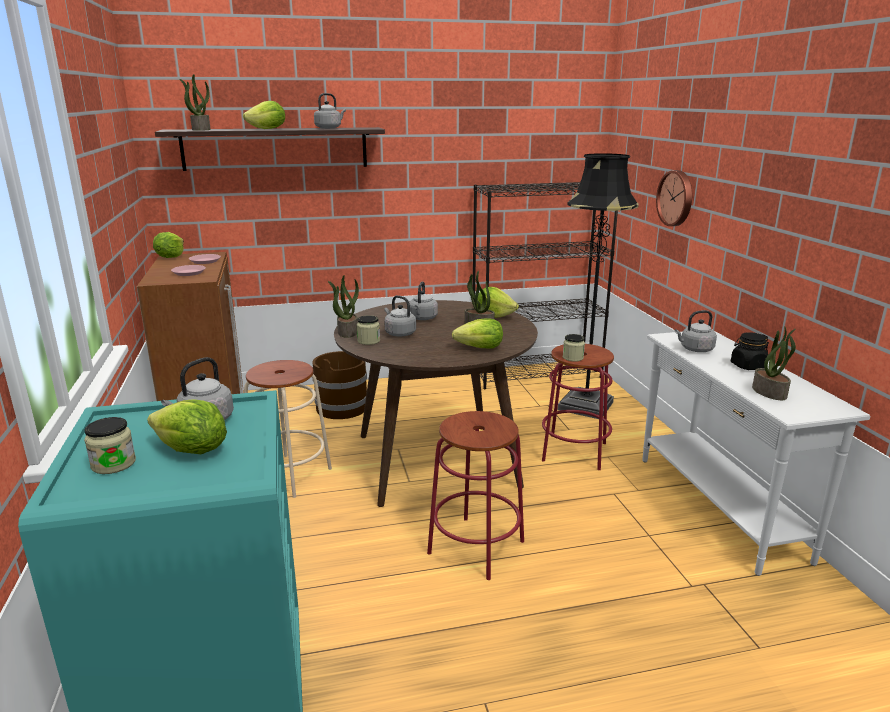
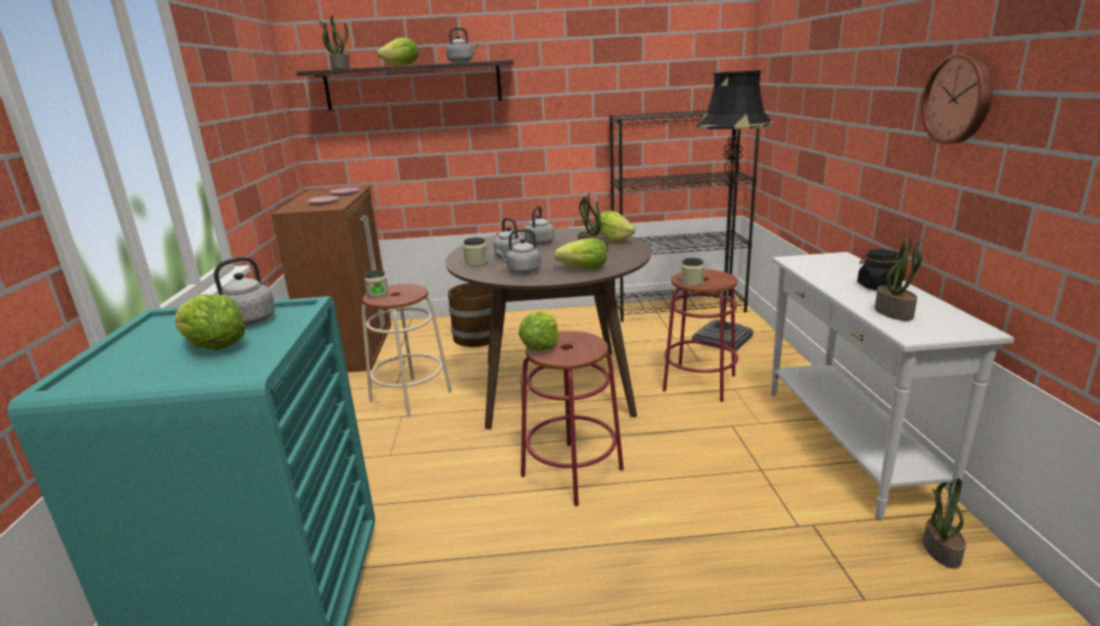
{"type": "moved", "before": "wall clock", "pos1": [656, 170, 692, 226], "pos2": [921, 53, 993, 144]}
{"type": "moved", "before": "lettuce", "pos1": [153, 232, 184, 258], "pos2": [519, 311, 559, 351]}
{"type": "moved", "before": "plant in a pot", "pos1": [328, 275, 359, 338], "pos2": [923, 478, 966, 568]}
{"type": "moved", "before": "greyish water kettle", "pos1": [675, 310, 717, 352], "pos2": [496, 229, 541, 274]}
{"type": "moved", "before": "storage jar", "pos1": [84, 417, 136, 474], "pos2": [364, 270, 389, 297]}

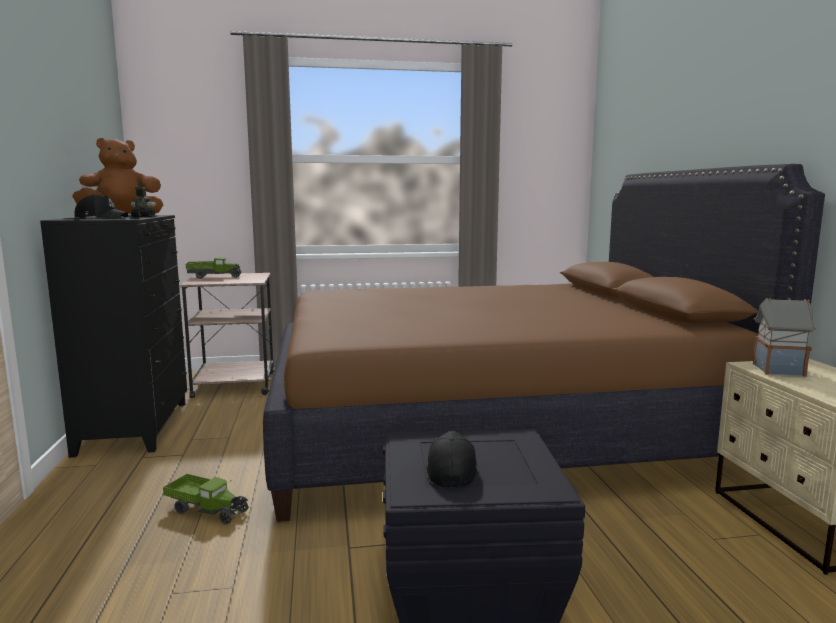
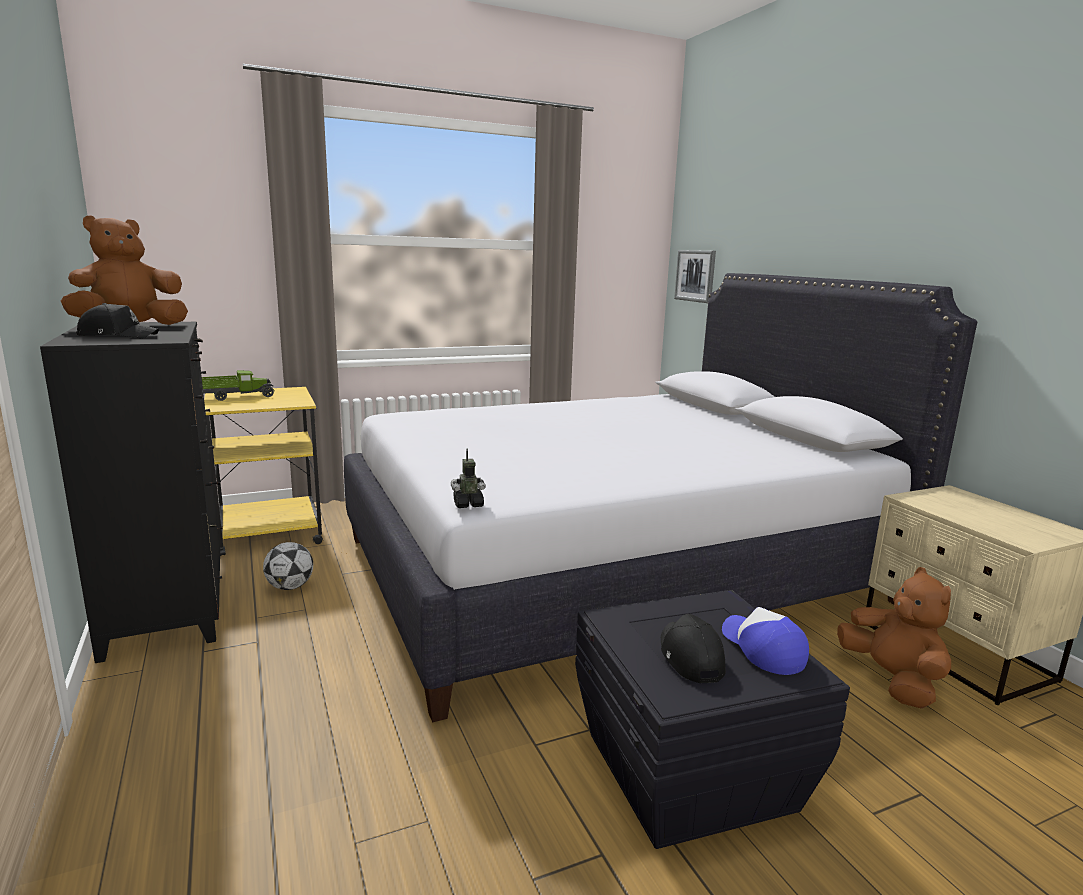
{"type": "recoloured", "before": "brownish bed", "after": "white bed", "pos1": [263, 164, 825, 522], "pos2": [344, 273, 977, 722]}
{"type": "moved", "before": "model robot", "pos1": [131, 179, 156, 217], "pos2": [451, 448, 486, 508]}
{"type": "recoloured", "before": "brownish wheeled cart", "after": "yellow-coloured wheeled cart", "pos1": [180, 273, 274, 398], "pos2": [204, 387, 323, 556]}
{"type": "removed", "before": "miniature house", "pos1": [753, 298, 816, 377]}
{"type": "removed", "before": "model truck", "pos1": [163, 474, 249, 525]}
{"type": "added", "after": "wall art", "pos2": [674, 250, 716, 303]}
{"type": "added", "after": "football ball", "pos2": [263, 542, 313, 590]}
{"type": "added", "after": "brownish plush toy", "pos2": [837, 567, 951, 709]}
{"type": "added", "after": "baseball cap", "pos2": [722, 607, 809, 675]}

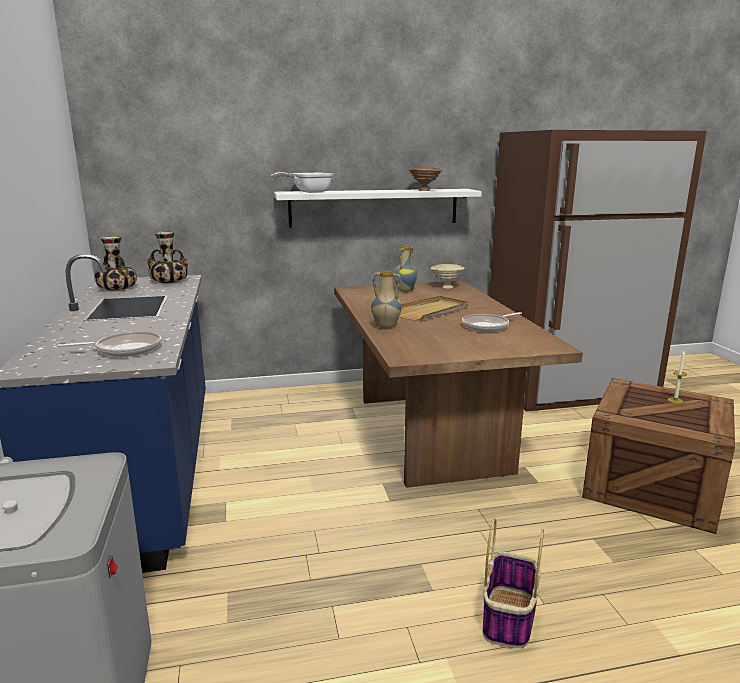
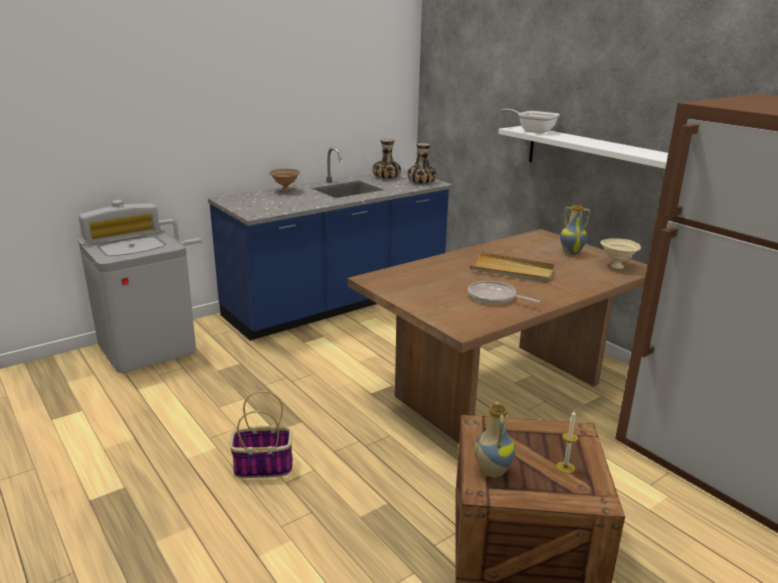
{"type": "moved", "before": "brownish serving bowl", "pos1": [408, 167, 443, 191], "pos2": [269, 169, 300, 192]}
{"type": "moved", "before": "flower vase", "pos1": [371, 271, 402, 328], "pos2": [474, 401, 516, 477]}
{"type": "removed", "before": "pan", "pos1": [58, 331, 161, 357]}

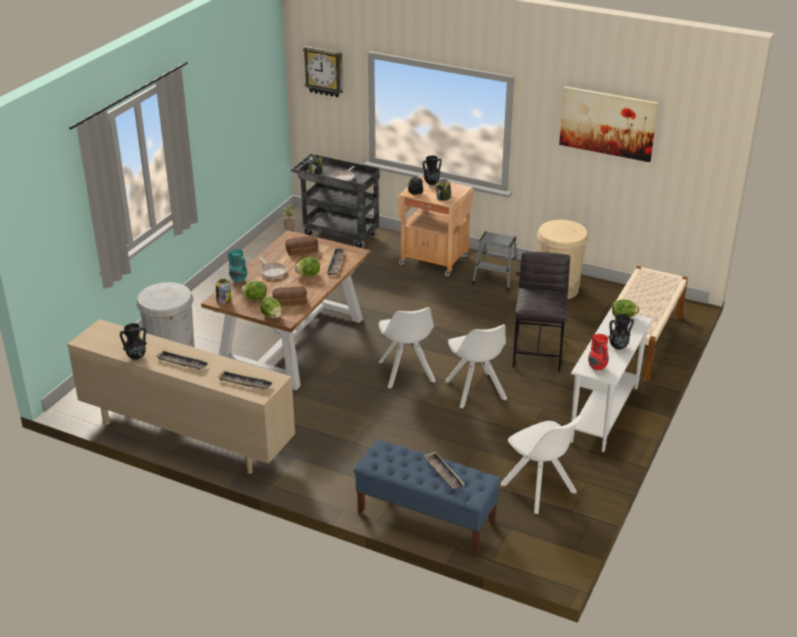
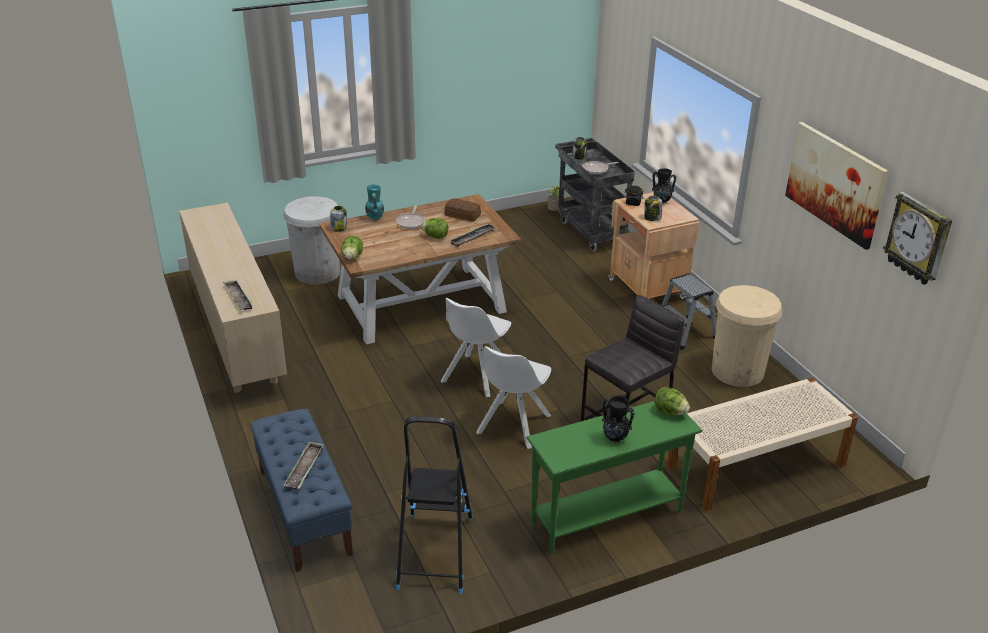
{"type": "moved", "before": "wall clock", "pos1": [303, 46, 343, 98], "pos2": [883, 192, 952, 285]}
{"type": "removed", "before": "lettuce", "pos1": [240, 281, 267, 300]}
{"type": "removed", "before": "bakery bread", "pos1": [272, 286, 307, 307]}
{"type": "recoloured", "before": "white console table", "after": "green console table", "pos1": [570, 309, 653, 452], "pos2": [527, 401, 702, 554]}
{"type": "removed", "before": "black flower vase", "pos1": [120, 323, 147, 360]}
{"type": "removed", "before": "red flower vase", "pos1": [588, 334, 609, 371]}
{"type": "removed", "before": "tray", "pos1": [156, 350, 209, 369]}
{"type": "replaced", "before": "white plain chair", "after": "black step stool", "pos1": [501, 415, 582, 514], "pos2": [396, 416, 473, 594]}

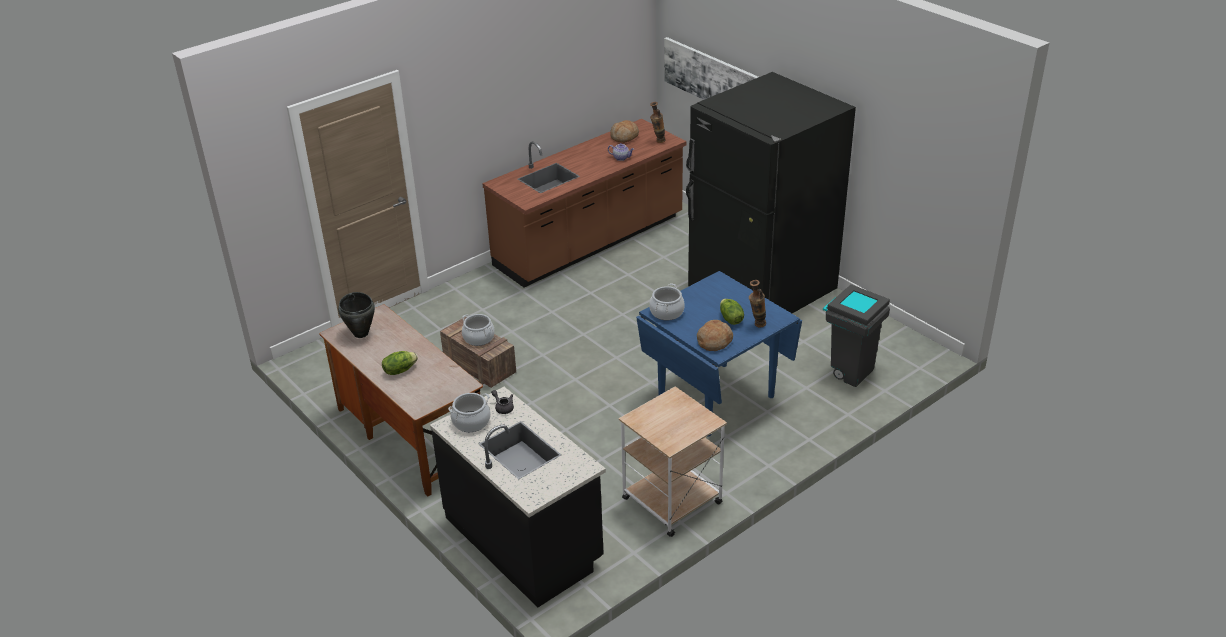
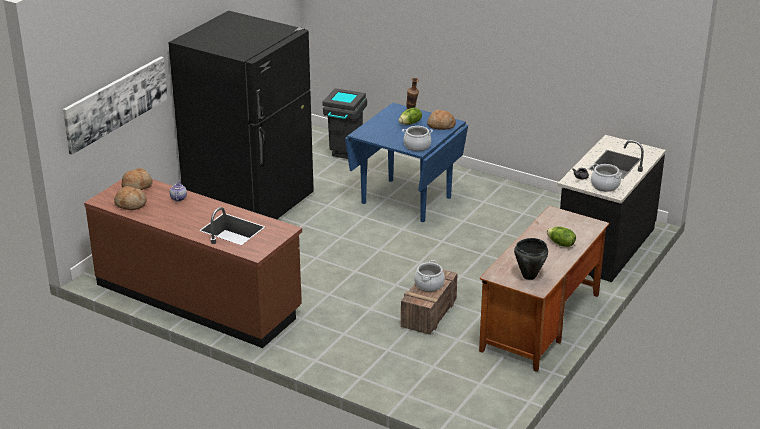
{"type": "replaced", "before": "flower vase", "after": "bakery bread", "pos1": [650, 102, 666, 143], "pos2": [122, 168, 153, 190]}
{"type": "removed", "before": "beige-coloured wheeled cart", "pos1": [619, 386, 727, 537]}

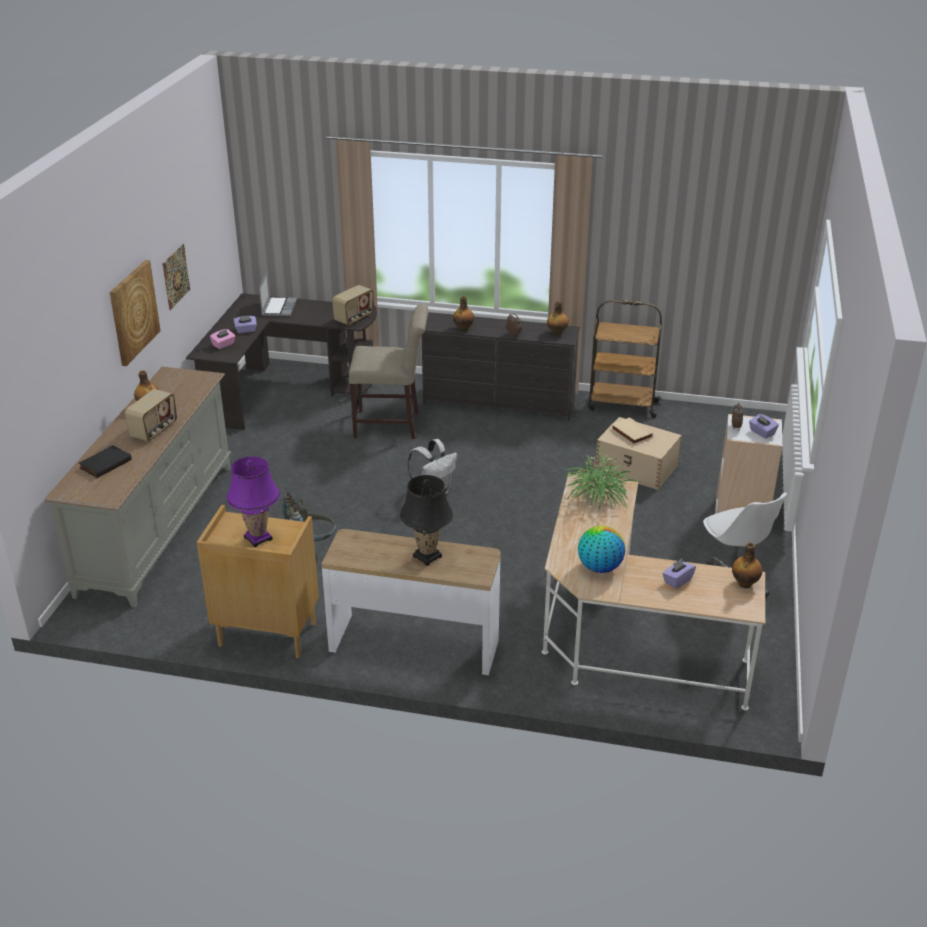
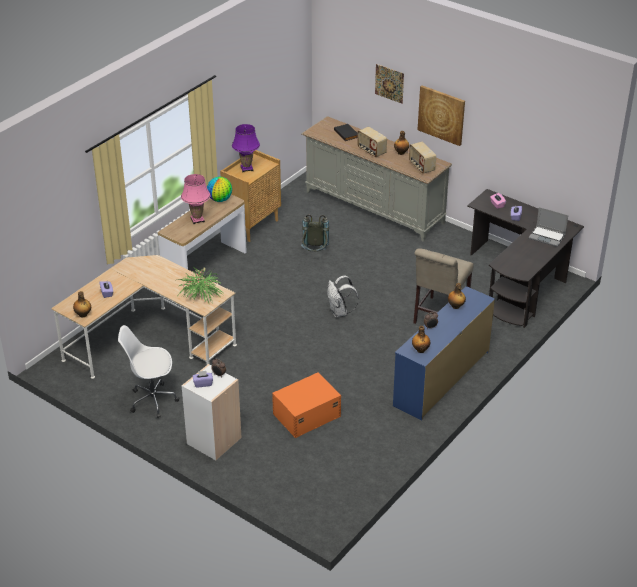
{"type": "moved", "before": "wall art", "pos1": [162, 244, 190, 310], "pos2": [375, 64, 404, 103]}
{"type": "moved", "before": "radio set", "pos1": [332, 285, 374, 325], "pos2": [409, 142, 436, 173]}
{"type": "removed", "before": "brownish wheeled cart", "pos1": [588, 300, 662, 418]}
{"type": "recoloured", "before": "black dresser", "after": "blue-coloured dresser", "pos1": [422, 312, 580, 421], "pos2": [393, 286, 495, 420]}
{"type": "recoloured", "before": "beige-coloured storage box", "after": "orange-coloured storage box", "pos1": [595, 417, 682, 490], "pos2": [272, 373, 341, 438]}
{"type": "removed", "before": "beige-coloured book", "pos1": [611, 417, 653, 444]}
{"type": "recoloured", "before": "black table lamp", "after": "pinkish table lamp", "pos1": [400, 475, 453, 566], "pos2": [181, 174, 211, 224]}
{"type": "moved", "before": "desk globe", "pos1": [578, 526, 625, 573], "pos2": [207, 177, 232, 202]}

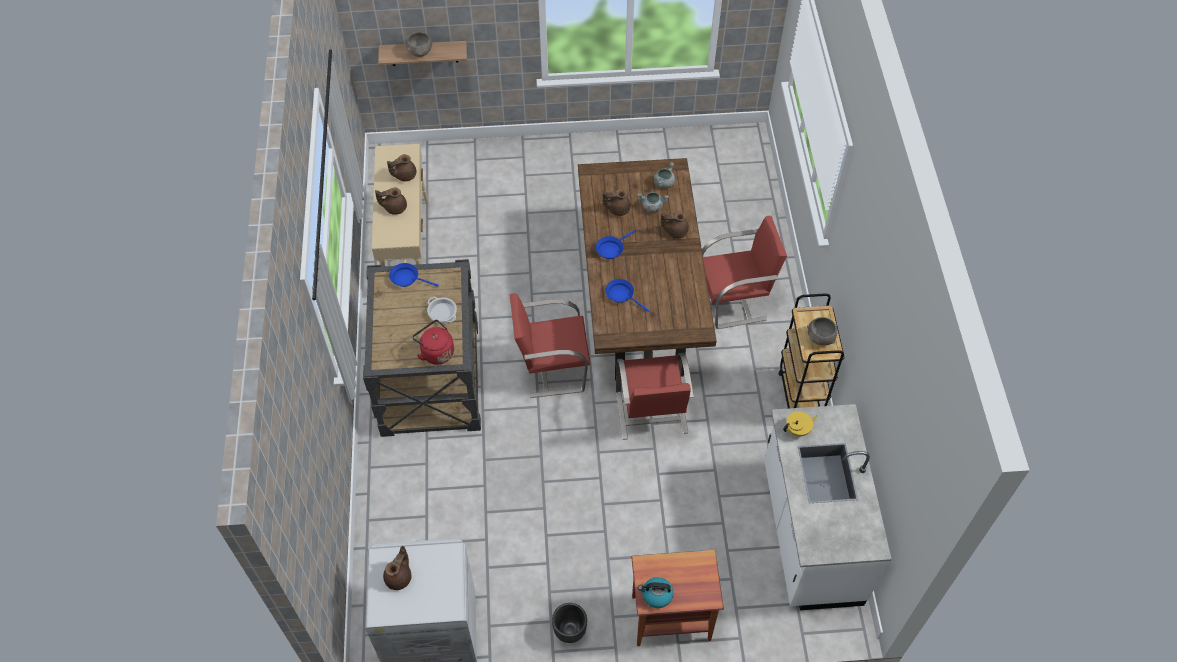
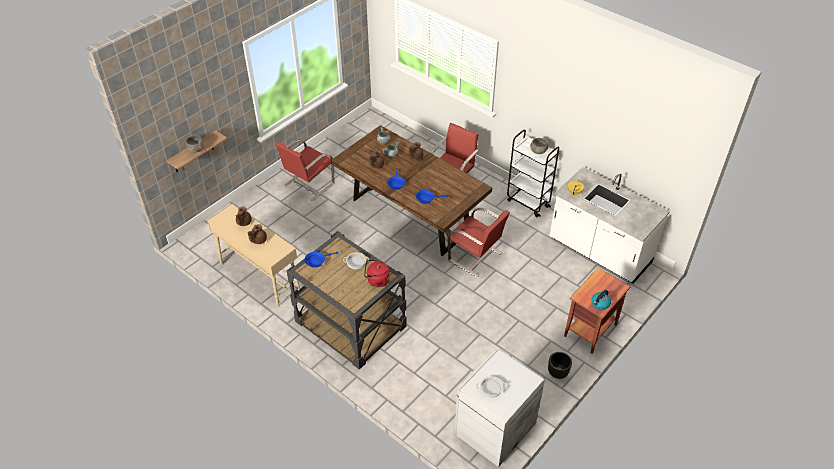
{"type": "moved", "before": "red plain chair", "pos1": [509, 293, 590, 398], "pos2": [275, 139, 335, 202]}
{"type": "recoloured", "before": "brownish wheeled cart", "after": "white wheeled cart", "pos1": [779, 294, 845, 409], "pos2": [507, 130, 559, 217]}
{"type": "replaced", "before": "brownish teapot", "after": "cooking pot", "pos1": [383, 546, 411, 590], "pos2": [476, 376, 506, 398]}

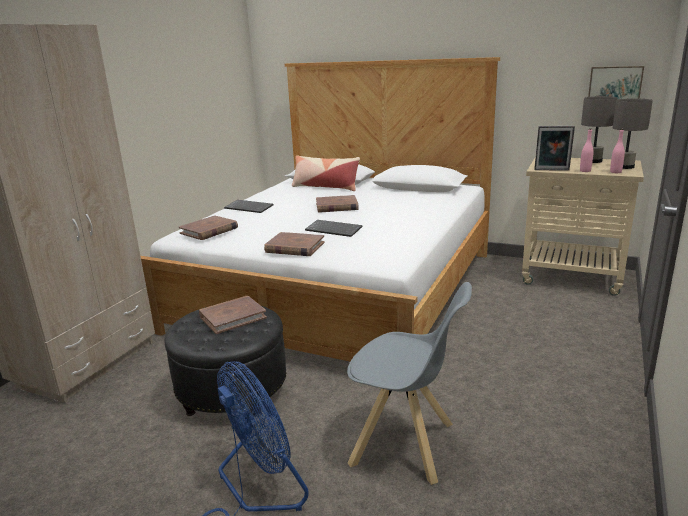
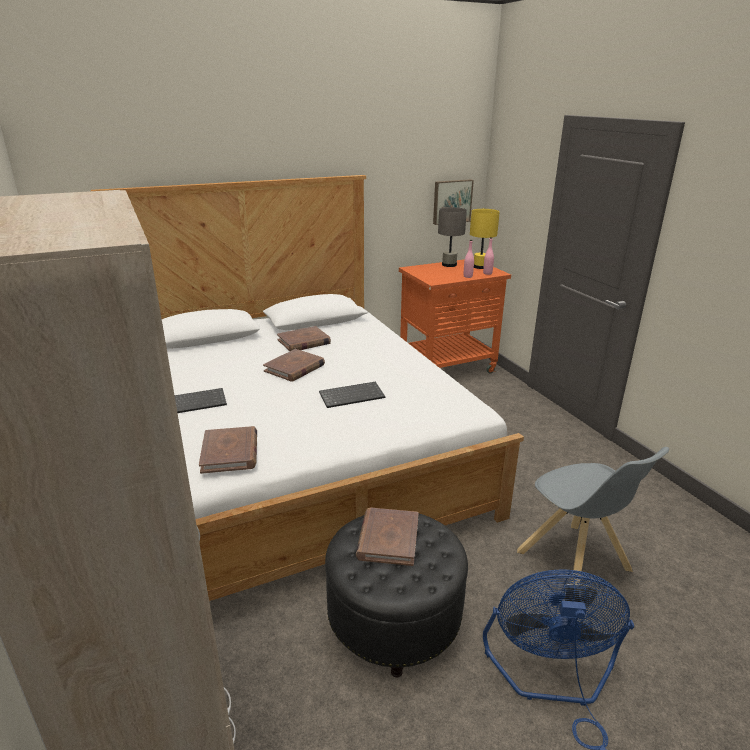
{"type": "recoloured", "before": "greyish table lamp", "after": "yellow-coloured table lamp", "pos1": [613, 98, 653, 169], "pos2": [470, 209, 499, 269]}
{"type": "removed", "before": "photo frame", "pos1": [534, 126, 575, 170]}
{"type": "removed", "before": "throw pillow", "pos1": [292, 155, 360, 191]}
{"type": "recoloured", "before": "beige-coloured wheeled cart", "after": "orange-coloured wheeled cart", "pos1": [522, 158, 644, 296], "pos2": [399, 259, 511, 373]}
{"type": "moved", "before": "brownish book", "pos1": [264, 232, 325, 256], "pos2": [277, 326, 331, 351]}
{"type": "turned", "before": "greyish plain chair", "pos1": [347, 282, 472, 485], "pos2": [517, 447, 669, 584], "turn": 90}

